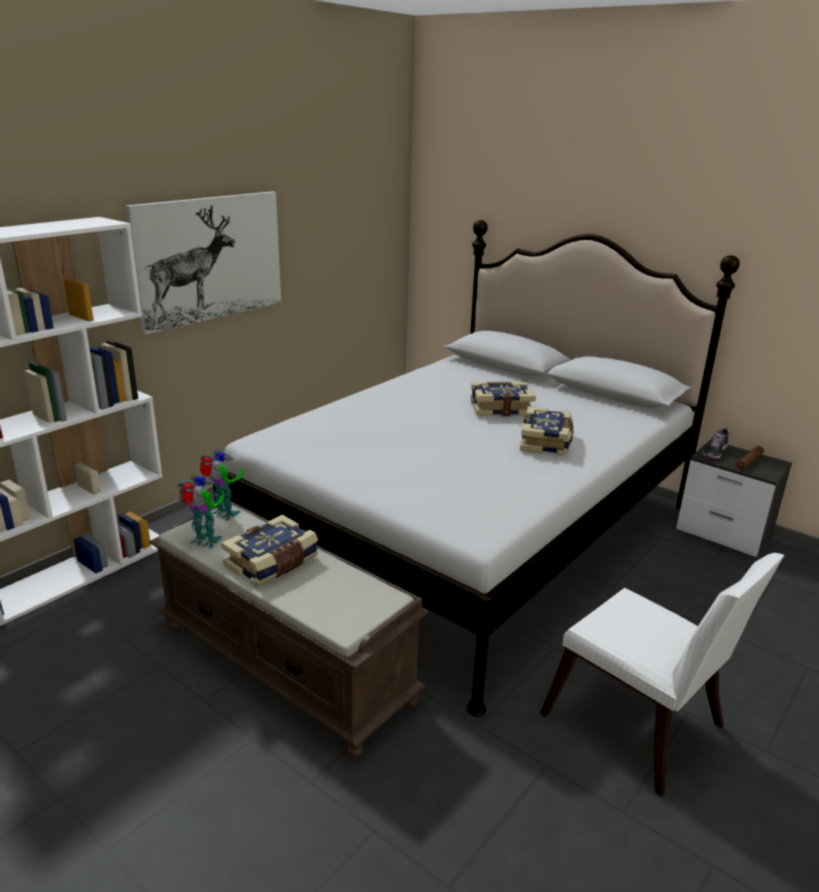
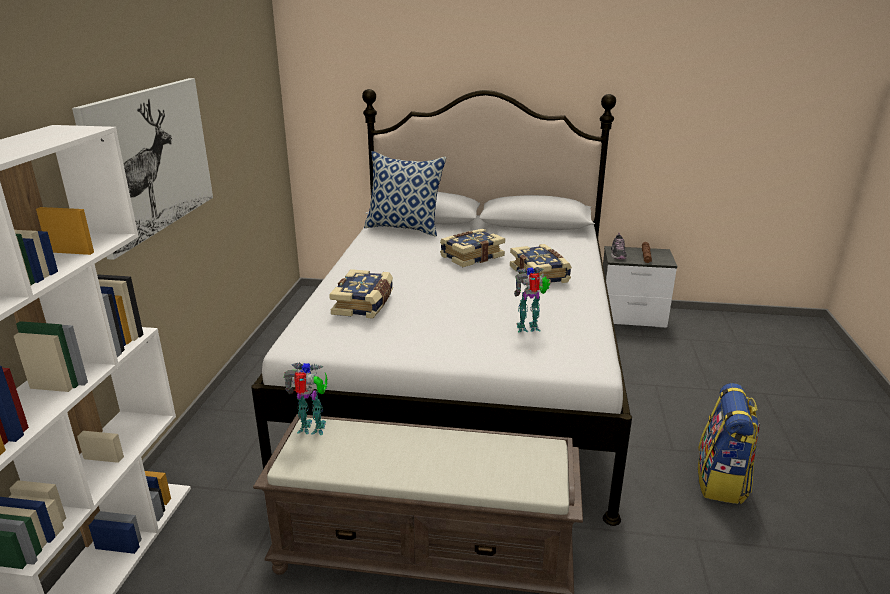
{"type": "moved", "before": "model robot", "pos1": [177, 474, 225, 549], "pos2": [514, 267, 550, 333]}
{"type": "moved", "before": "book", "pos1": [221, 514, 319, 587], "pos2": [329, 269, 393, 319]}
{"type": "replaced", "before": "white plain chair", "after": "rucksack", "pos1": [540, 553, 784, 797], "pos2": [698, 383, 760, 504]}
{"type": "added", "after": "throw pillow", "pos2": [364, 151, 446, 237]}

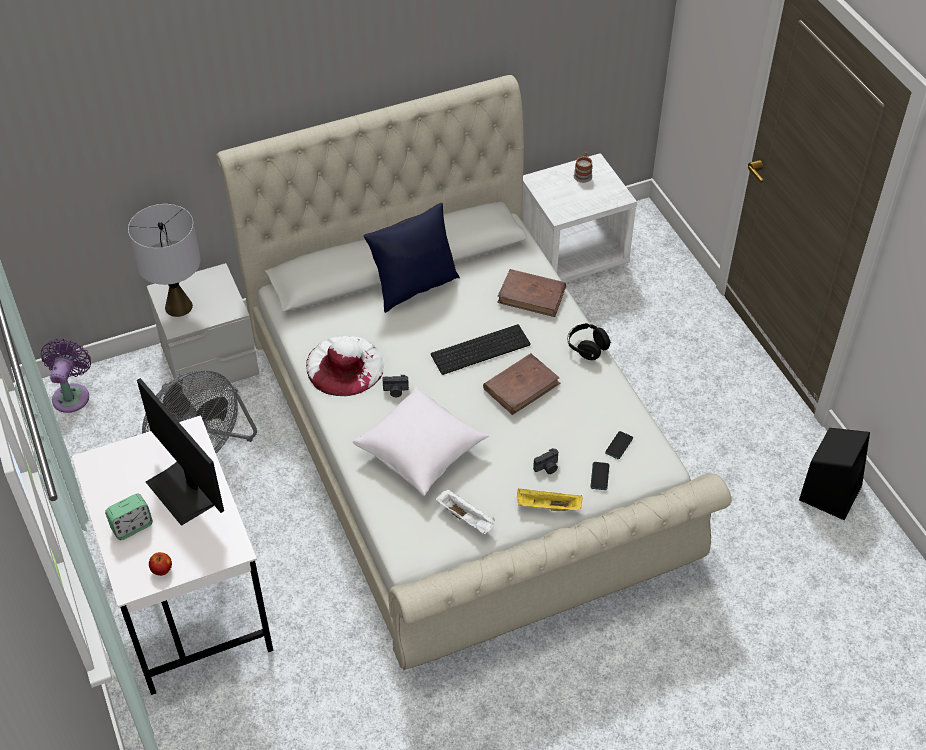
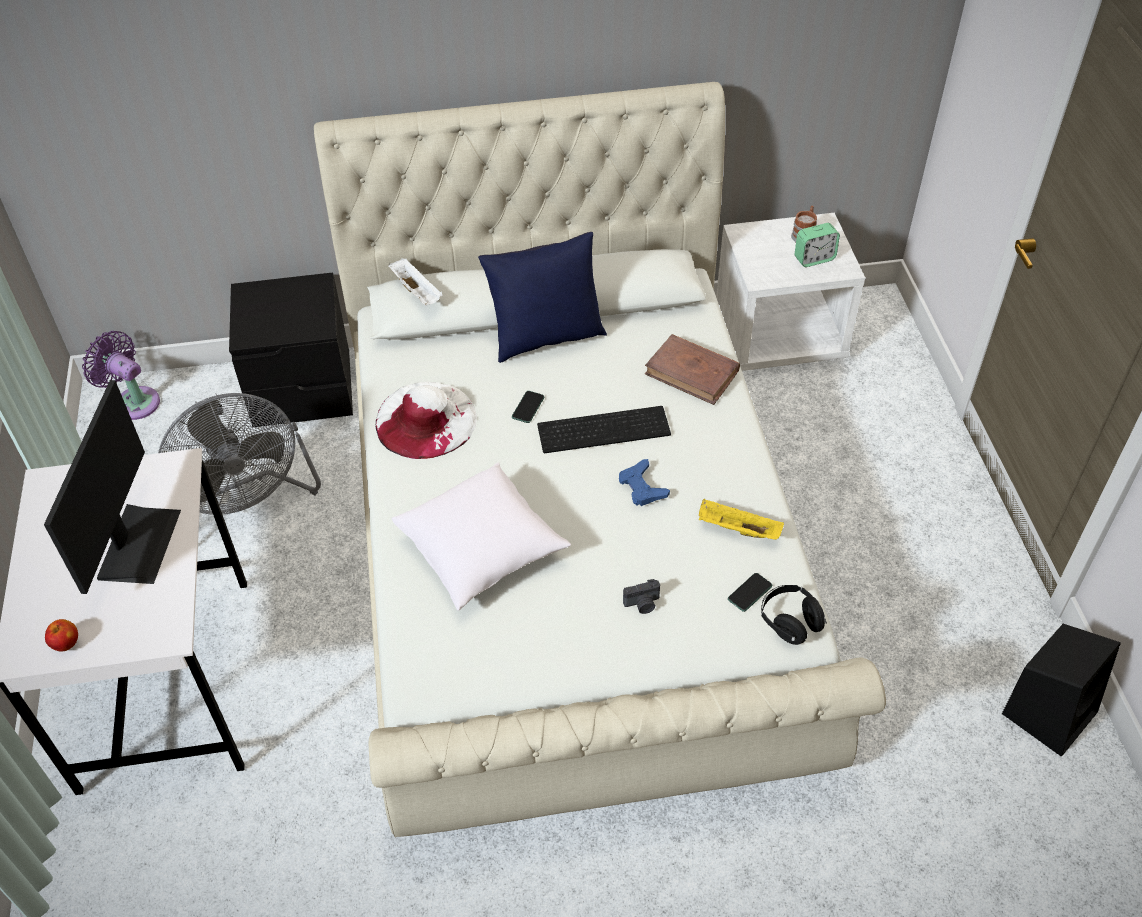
{"type": "removed", "before": "greyish table lamp", "pos1": [128, 204, 201, 317]}
{"type": "recoloured", "before": "white night table", "after": "black night table", "pos1": [147, 263, 259, 396], "pos2": [229, 272, 353, 428]}
{"type": "moved", "before": "black pair of headphones", "pos1": [567, 323, 611, 360], "pos2": [761, 585, 827, 645]}
{"type": "turned", "before": "purple-coloured cooling fan", "pos1": [41, 339, 91, 413], "pos2": [82, 331, 160, 420], "turn": -75}
{"type": "replaced", "before": "brownish book", "after": "blue-coloured game controller", "pos1": [483, 353, 560, 415], "pos2": [619, 459, 670, 506]}
{"type": "removed", "before": "photo camera", "pos1": [383, 375, 409, 397]}
{"type": "turned", "before": "monitor", "pos1": [137, 378, 224, 526], "pos2": [44, 380, 181, 594], "turn": -150}
{"type": "moved", "before": "phone", "pos1": [591, 462, 609, 490], "pos2": [512, 391, 544, 423]}
{"type": "moved", "before": "yellow-coloured tray", "pos1": [517, 488, 582, 511], "pos2": [699, 499, 784, 540]}
{"type": "moved", "before": "white tray", "pos1": [435, 489, 495, 534], "pos2": [388, 258, 443, 306]}
{"type": "moved", "before": "bedside clock", "pos1": [105, 494, 153, 540], "pos2": [795, 223, 840, 267]}

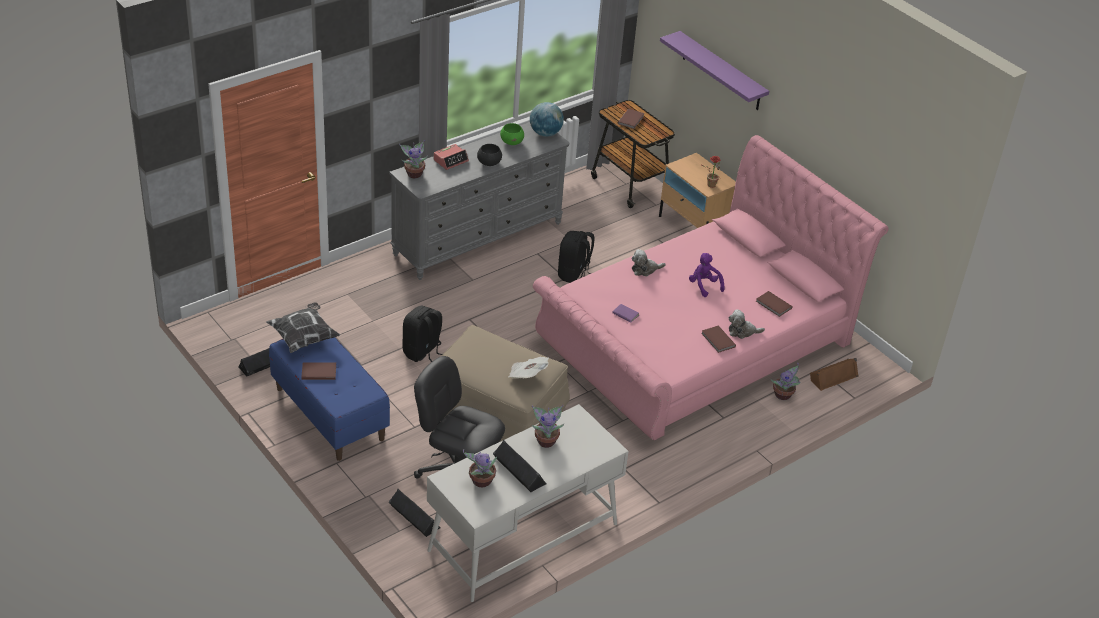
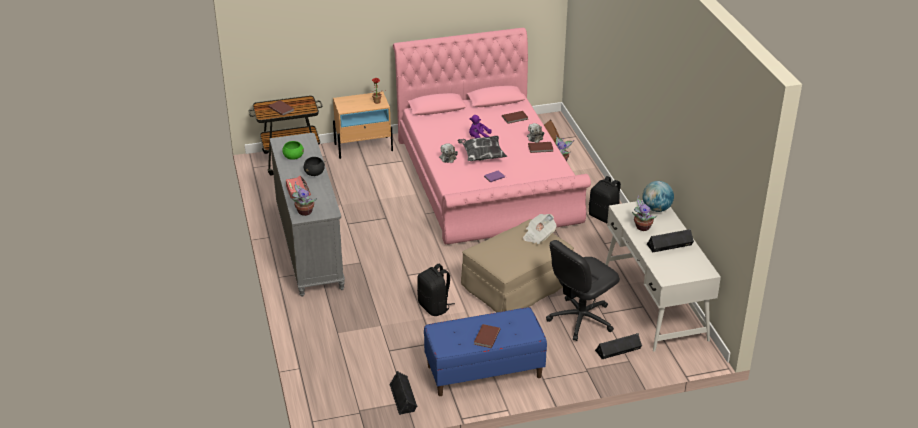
{"type": "removed", "before": "purple-coloured shelf", "pos1": [660, 31, 769, 110]}
{"type": "moved", "before": "desk globe", "pos1": [530, 102, 564, 136], "pos2": [642, 181, 674, 212]}
{"type": "moved", "before": "black rucksack", "pos1": [558, 231, 595, 283], "pos2": [589, 176, 621, 223]}
{"type": "moved", "before": "throw pillow", "pos1": [266, 302, 340, 353], "pos2": [457, 136, 507, 161]}
{"type": "removed", "before": "plant in a pot", "pos1": [463, 449, 497, 487]}

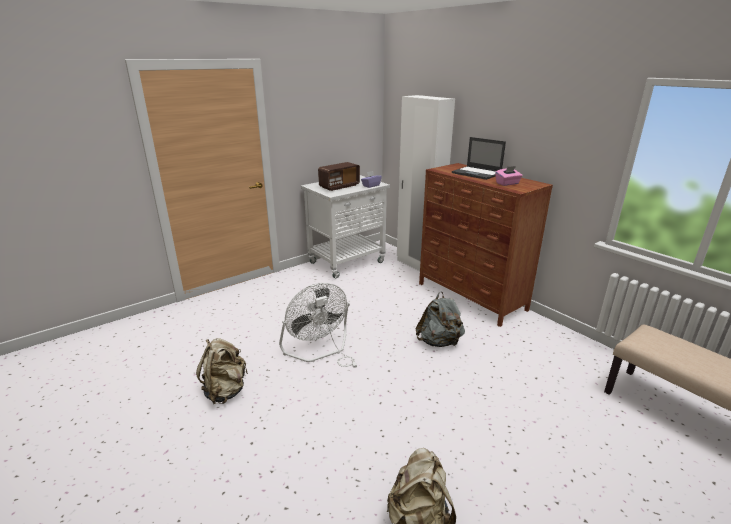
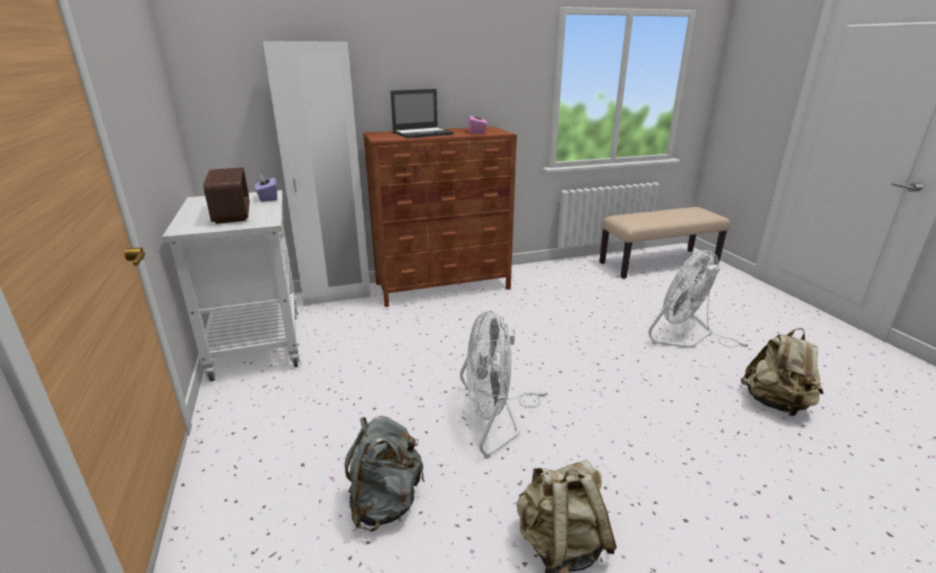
{"type": "moved", "before": "greyish rucksack", "pos1": [416, 292, 465, 347], "pos2": [344, 416, 425, 531]}
{"type": "added", "after": "white cooling fan", "pos2": [649, 250, 748, 348]}

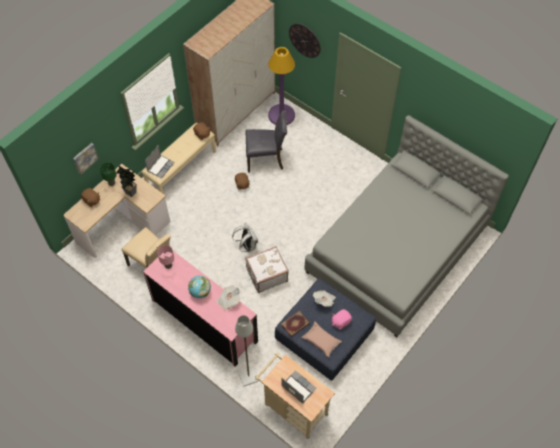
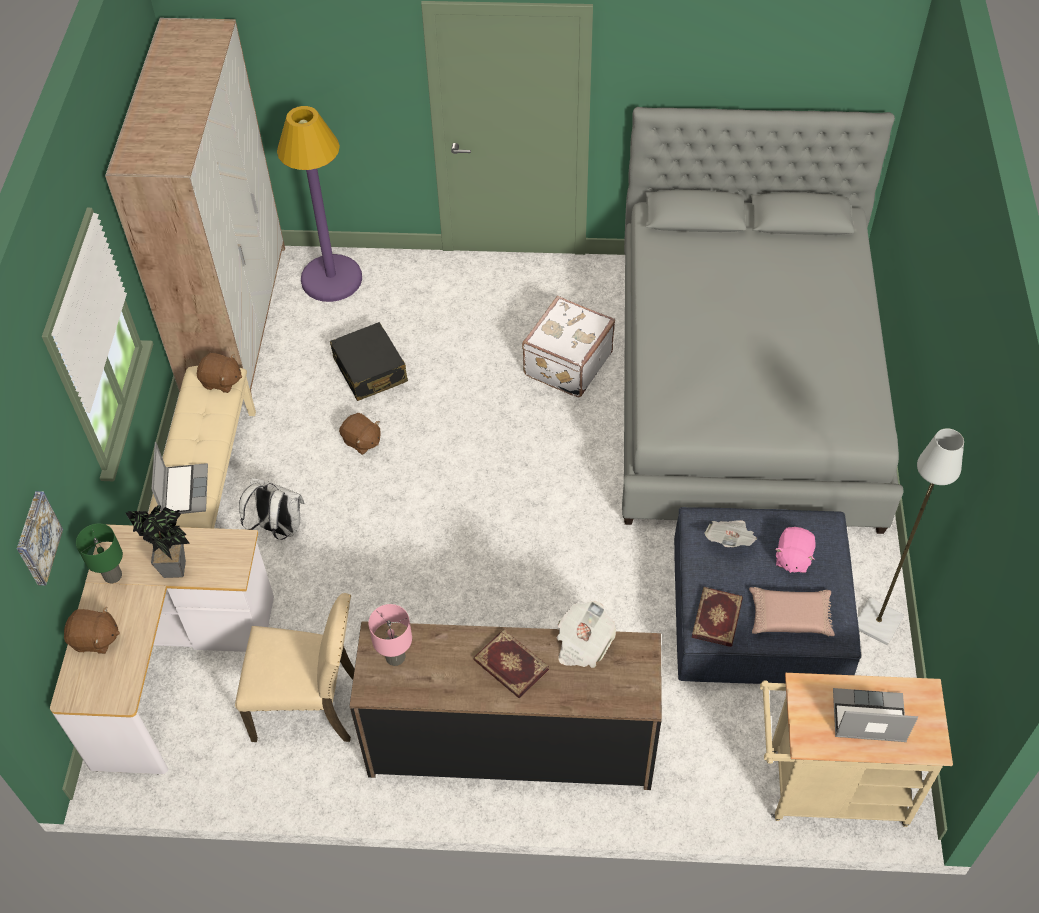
{"type": "removed", "before": "wall clock", "pos1": [289, 23, 321, 58]}
{"type": "replaced", "before": "greyish plain chair", "after": "black piece of luggage", "pos1": [246, 110, 287, 173], "pos2": [330, 322, 408, 401]}
{"type": "moved", "before": "white rucksack", "pos1": [232, 223, 258, 252], "pos2": [239, 477, 304, 540]}
{"type": "moved", "before": "white piece of luggage", "pos1": [245, 246, 289, 293], "pos2": [522, 296, 615, 397]}
{"type": "recoloured", "before": "pinkish dresser", "after": "brownish dresser", "pos1": [143, 251, 258, 367], "pos2": [349, 621, 662, 790]}
{"type": "replaced", "before": "desk globe", "after": "book", "pos1": [188, 276, 211, 298], "pos2": [473, 629, 549, 698]}
{"type": "moved", "before": "greyish standard lamp", "pos1": [235, 315, 259, 387], "pos2": [858, 428, 964, 645]}

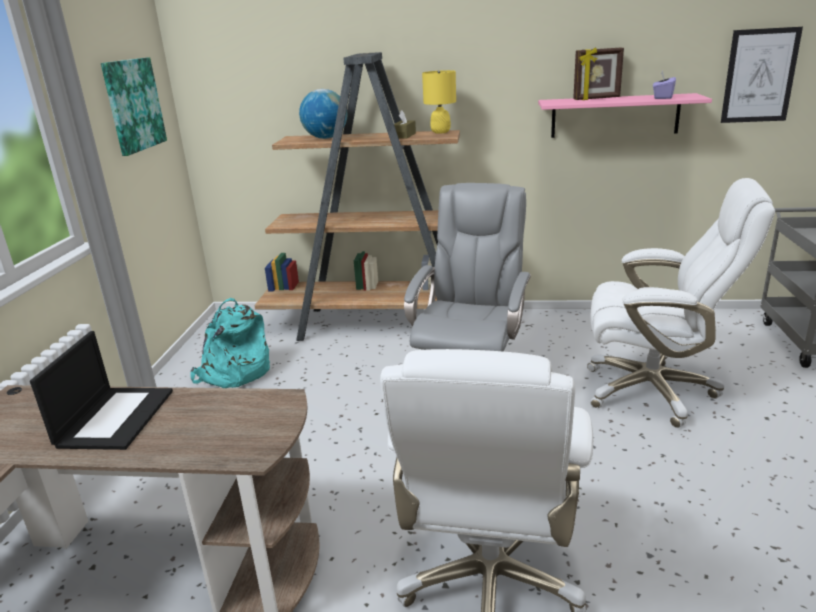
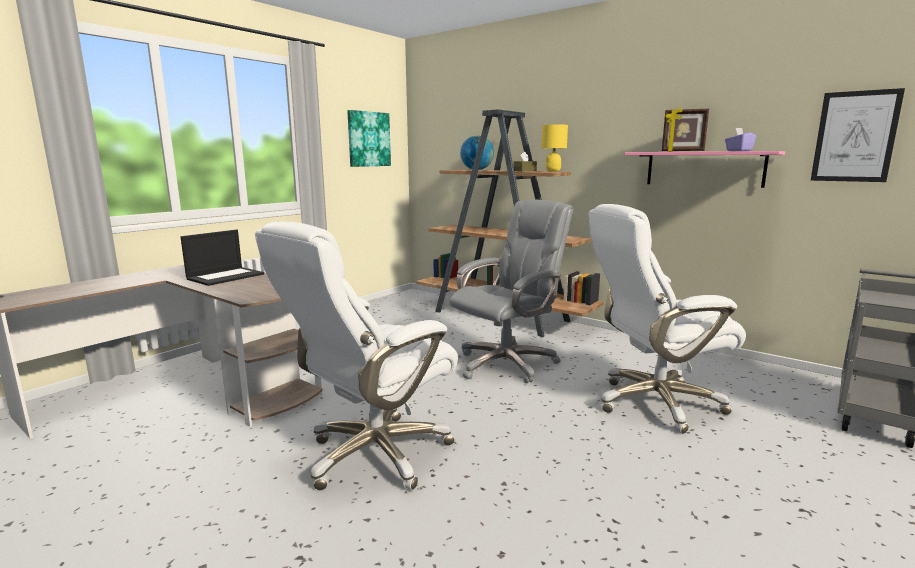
{"type": "turned", "before": "white computer chair", "pos1": [587, 178, 775, 428], "pos2": [589, 204, 746, 434], "turn": 120}
{"type": "removed", "before": "blue-green rucksack", "pos1": [190, 298, 270, 388]}

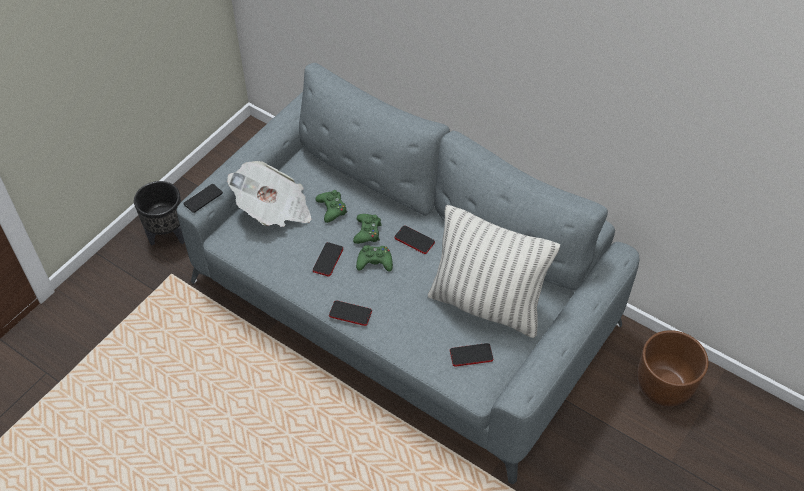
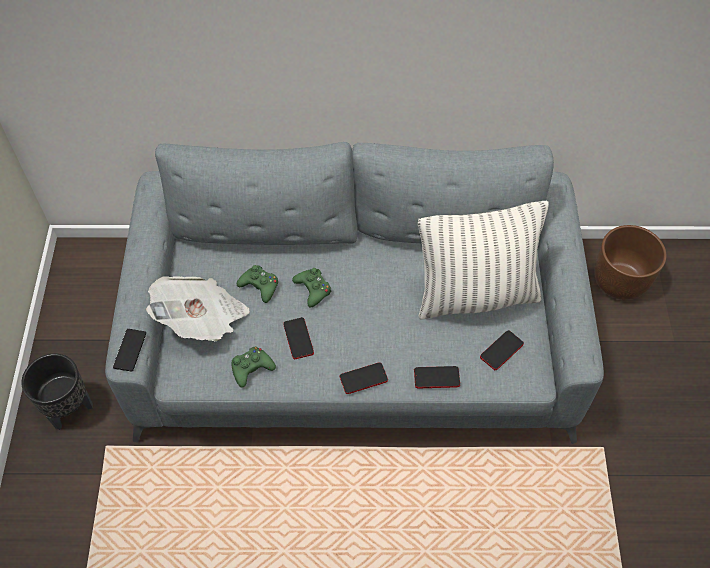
{"type": "moved", "before": "phone", "pos1": [394, 225, 435, 254], "pos2": [414, 366, 460, 388]}
{"type": "moved", "before": "green game controller", "pos1": [356, 245, 393, 271], "pos2": [232, 347, 276, 388]}

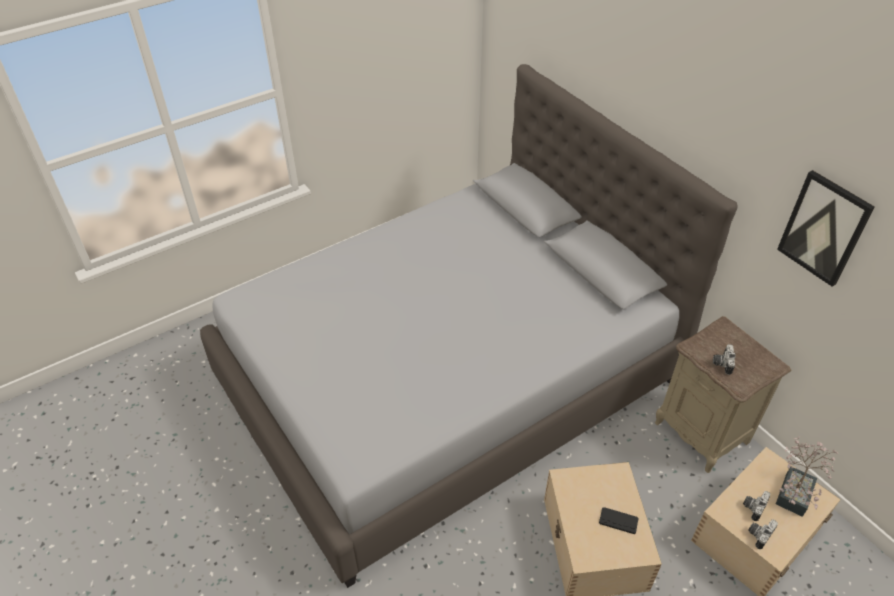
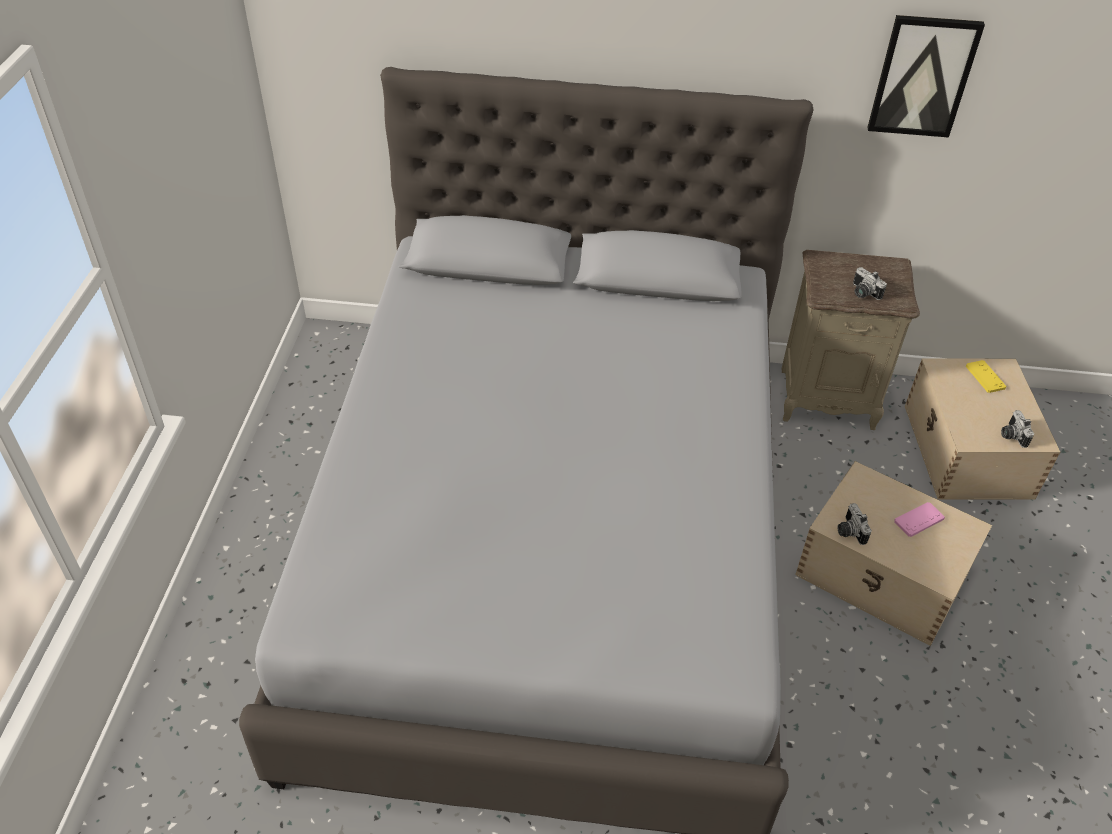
{"type": "replaced", "before": "plant in a pot", "after": "yellow-coloured game controller", "pos1": [776, 436, 838, 517], "pos2": [966, 360, 1006, 393]}
{"type": "moved", "before": "photo camera", "pos1": [743, 491, 771, 521], "pos2": [837, 503, 872, 545]}
{"type": "recoloured", "before": "black game controller", "after": "pinkish game controller", "pos1": [599, 507, 639, 534], "pos2": [894, 502, 945, 537]}

